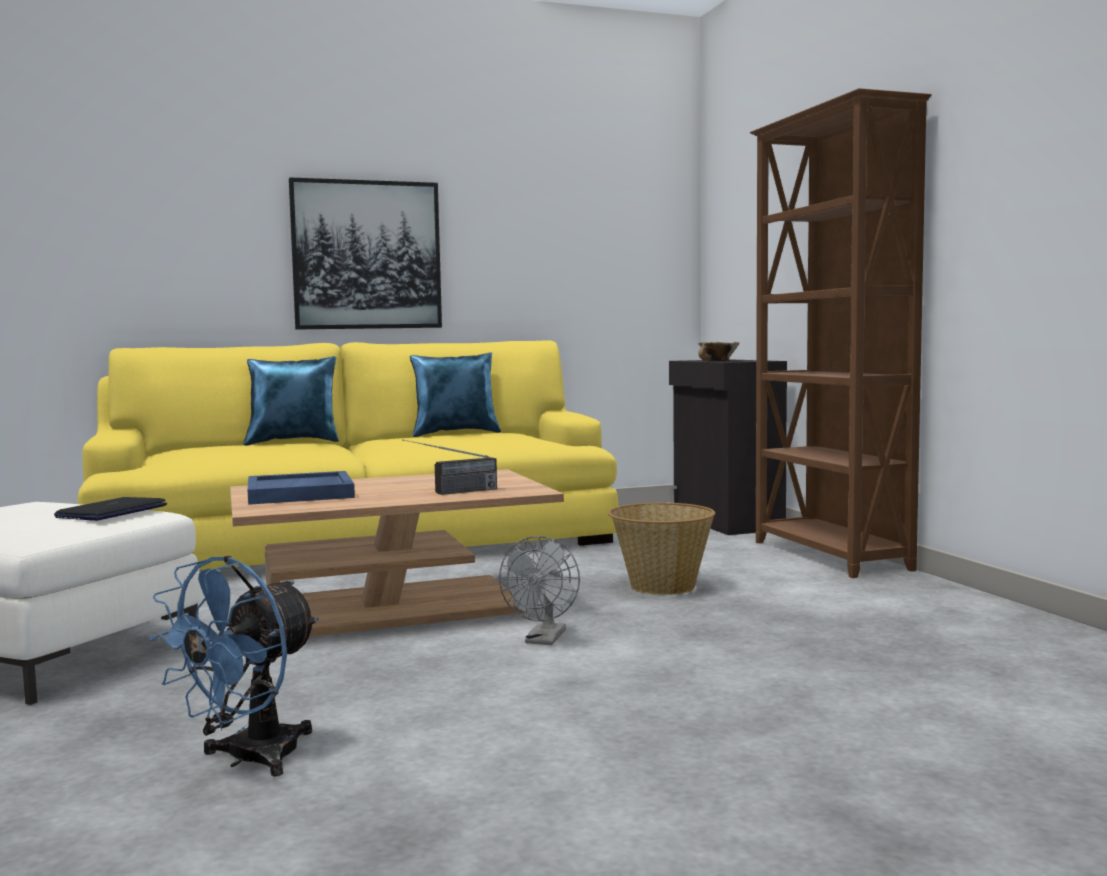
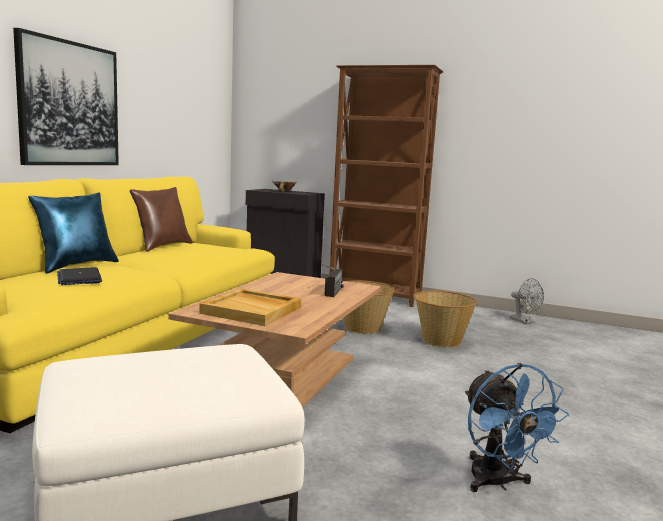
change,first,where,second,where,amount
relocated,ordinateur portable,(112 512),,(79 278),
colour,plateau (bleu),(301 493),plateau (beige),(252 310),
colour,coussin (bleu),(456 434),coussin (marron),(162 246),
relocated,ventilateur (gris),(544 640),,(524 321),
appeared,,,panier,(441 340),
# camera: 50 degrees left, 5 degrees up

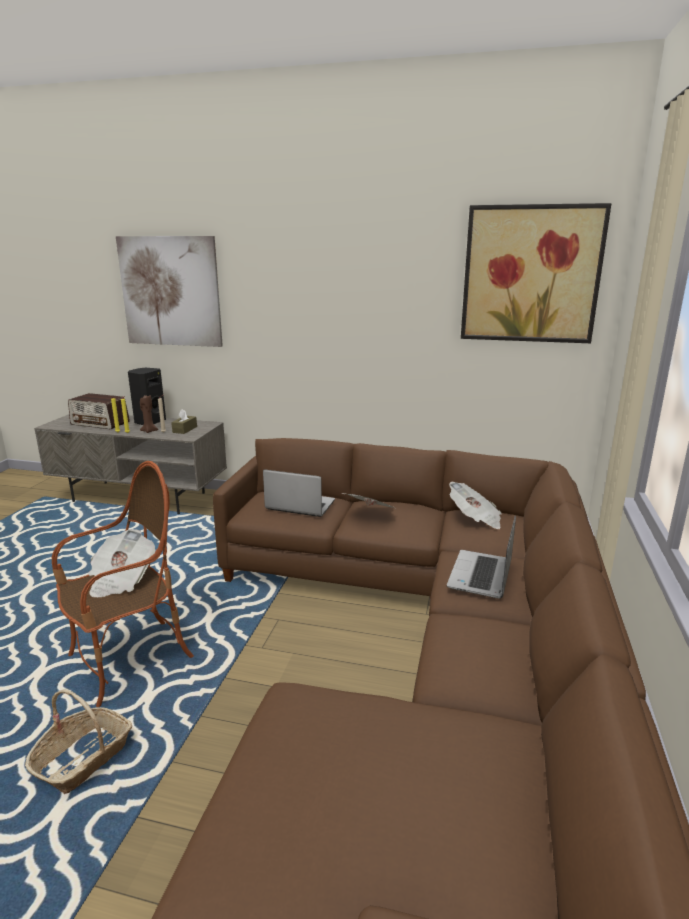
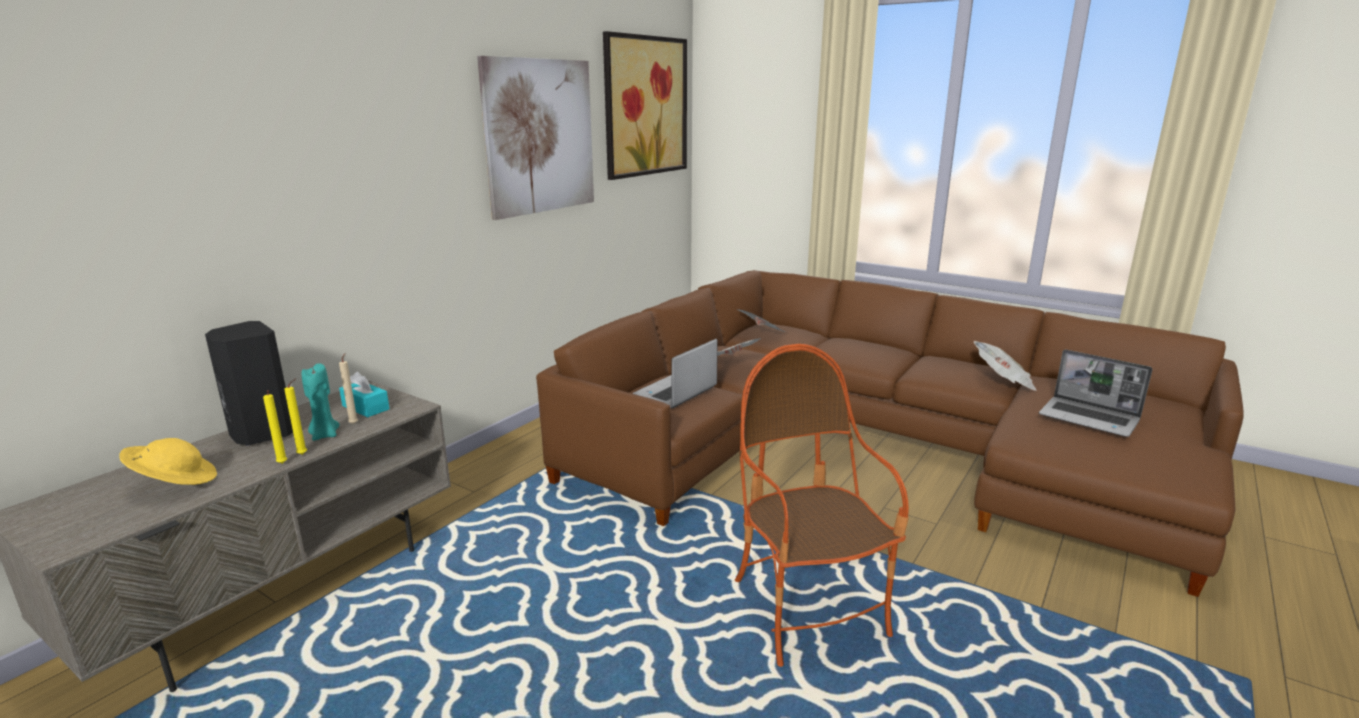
change,first,where,second,where,amount
missing,panier,(83 758),,,
exchanged,radio,(100 423),chapeau (jaune),(175 482),
relocated,journal,(121 579),,(1003 381),
relocated,tableau,(170 291),,(540 136),
colour,bougie (marron),(149 431),bougie (turquoise),(324 435),
colour,boîte à mouchoirs (marron),(185 429),boîte à mouchoirs (turquoise),(365 407),
relocated,ordinateur portable,(481 576),,(1090 418),
# camera: 70 degrees left, 0 degrees up

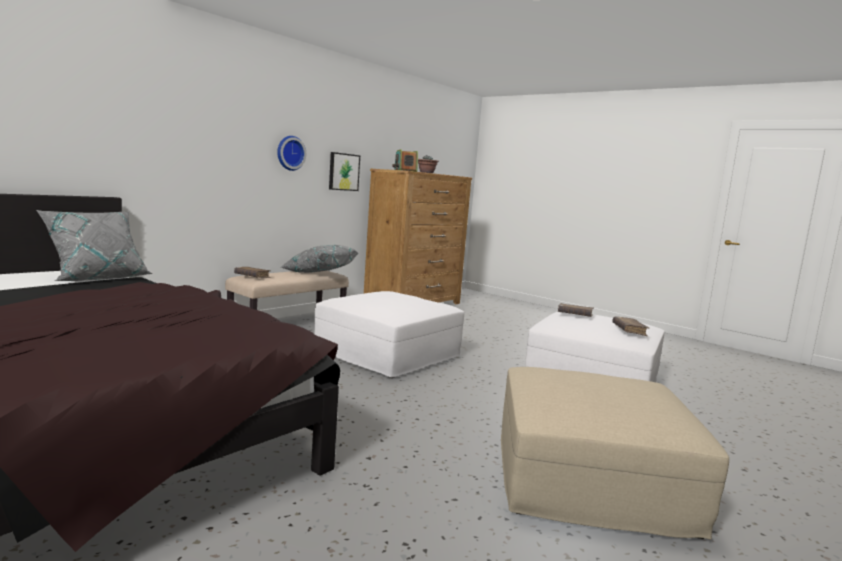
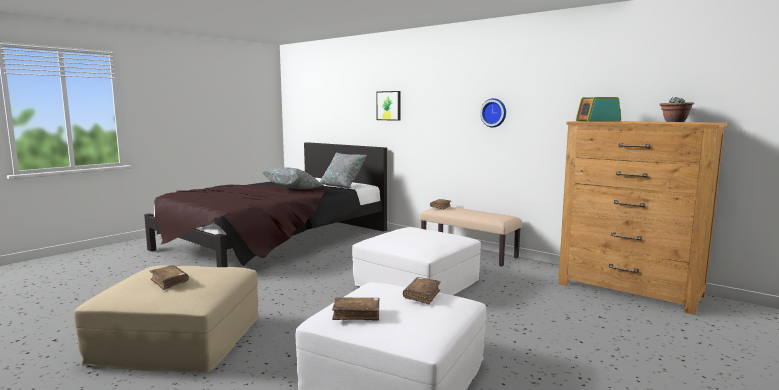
change,first,where,second,where,amount
relocated,coussin (gris),(319 272),,(294 189),
relocated,tableau,(343 172),,(389 105),
appeared,,,livre (marron),(169 282),
# camera: 90 degrees right, 0 degrees up

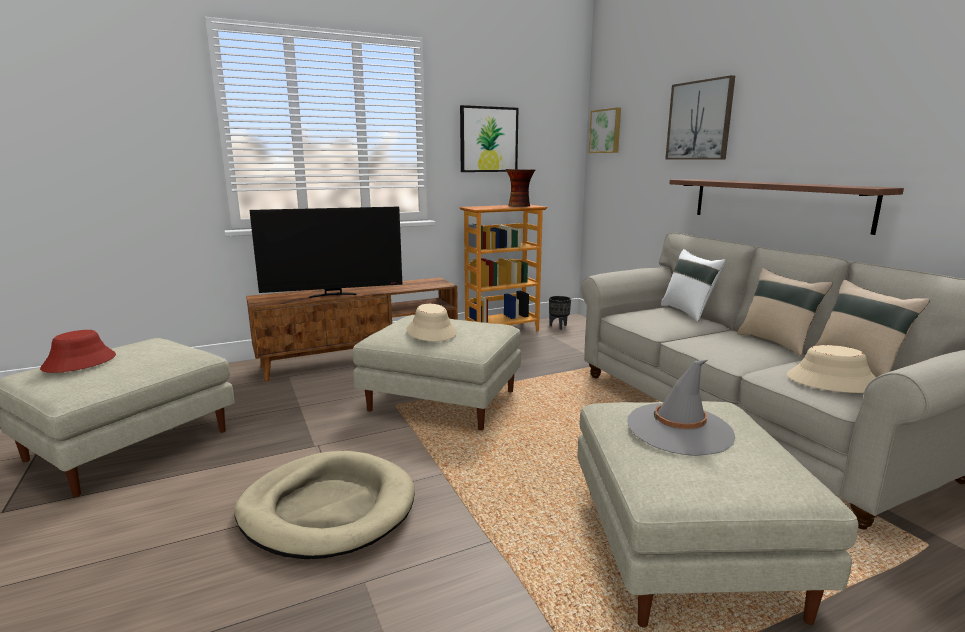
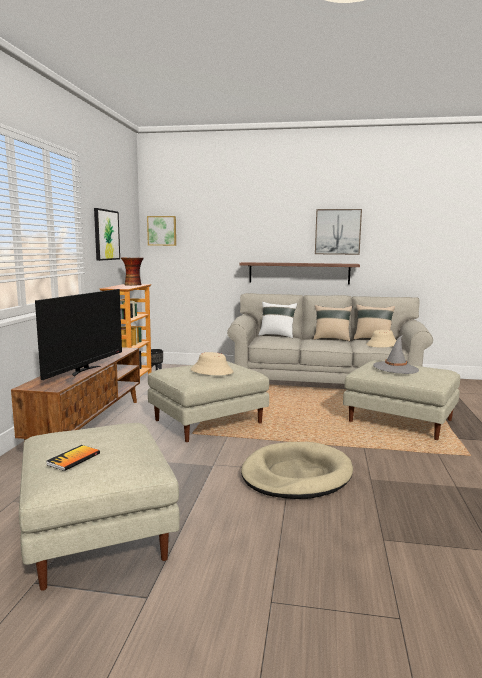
change,first,where,second,where,amount
exchanged,chapeau (rouge),(79 362),livre,(73 459),
relocated,tableau,(699 120),,(337 232),
# camera: 55 degrees left, 5 degrees down

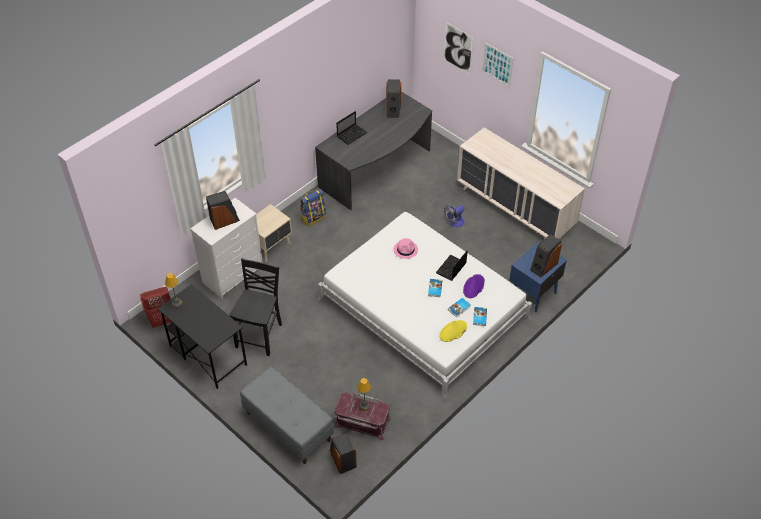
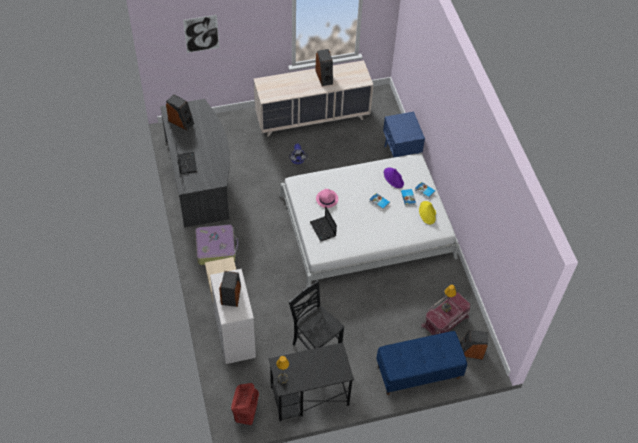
change,first,where,second,where,amount
colour,banc (gris),(288 426),banc (bleu),(418 372),
exchanged,sac à dos,(313 217),valise,(216 248),
relocated,ordinateur portable,(451 269),,(323 229),
missing,tableau,(497 64),,,
relocated,enceinte,(543 266),,(324 77),
# camera: 60 degrees left, 5 degrees up

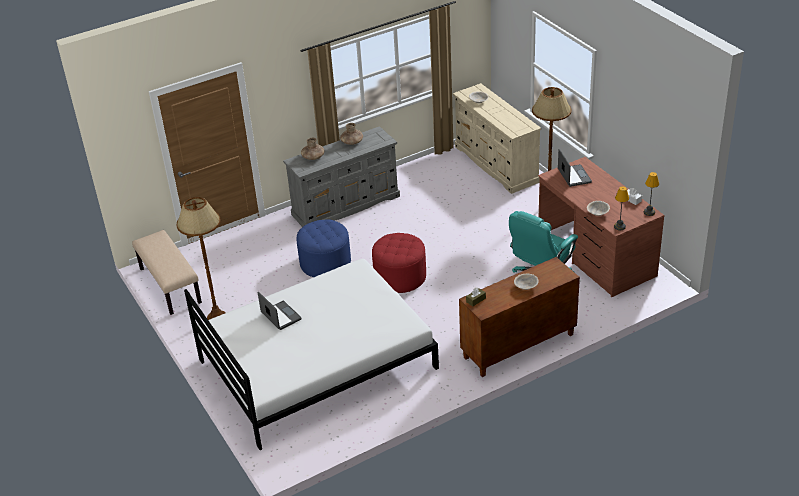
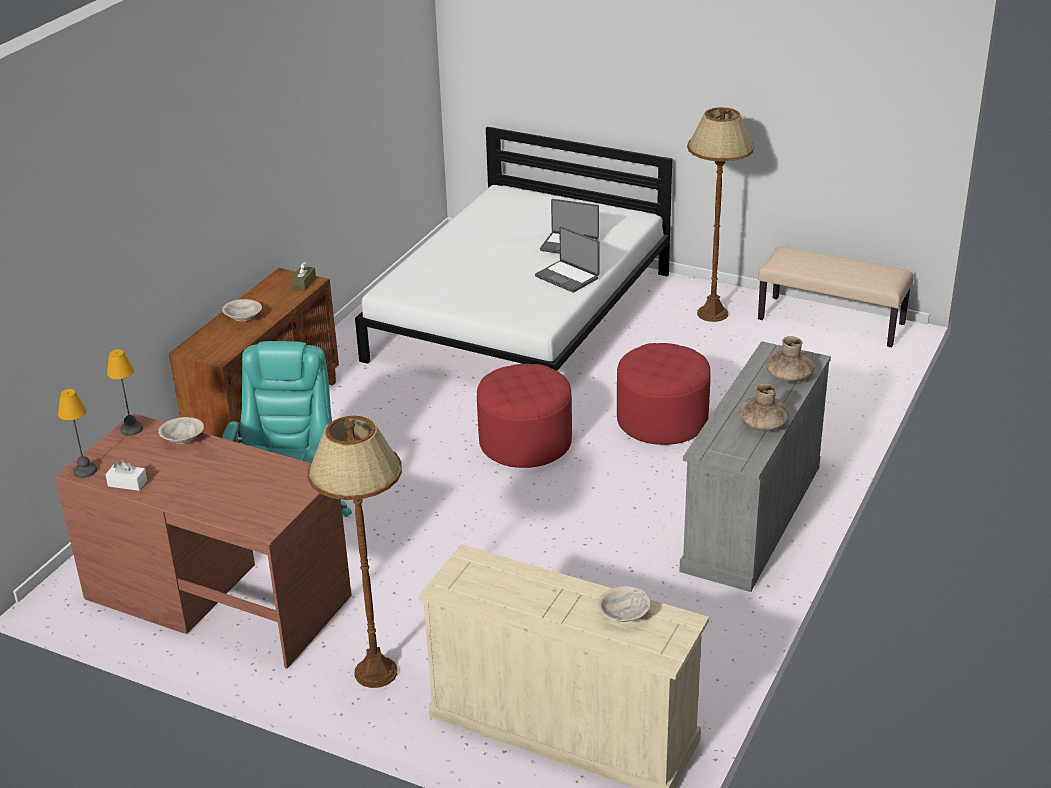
change,first,where,second,where,amount
colour,pouf (bleu),(325 263),pouf (rouge),(662 420),
relocated,ordinateur portable,(573 176),,(568 277),
# camera: 145 degrees right, 5 degrees down

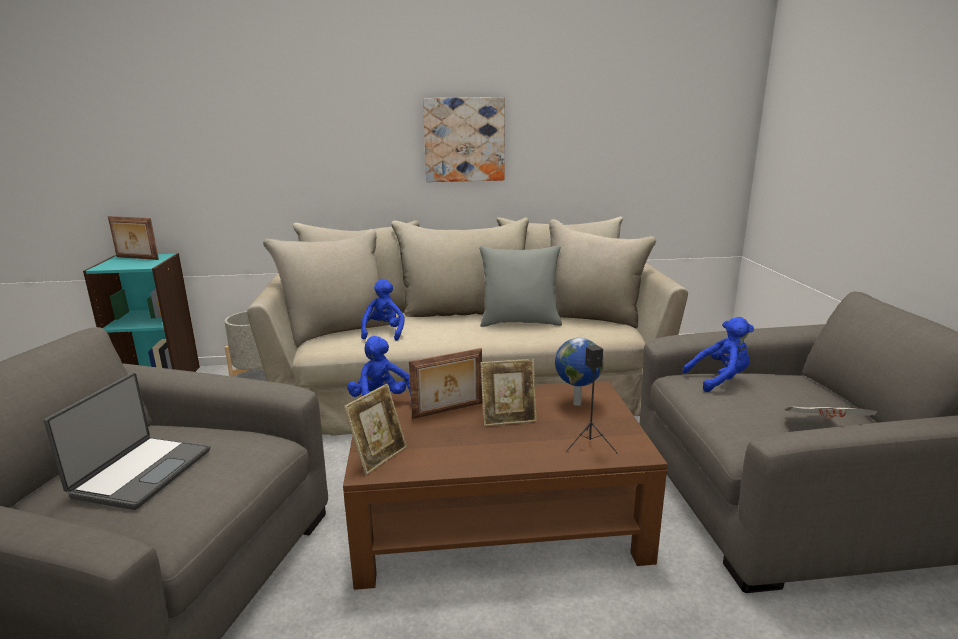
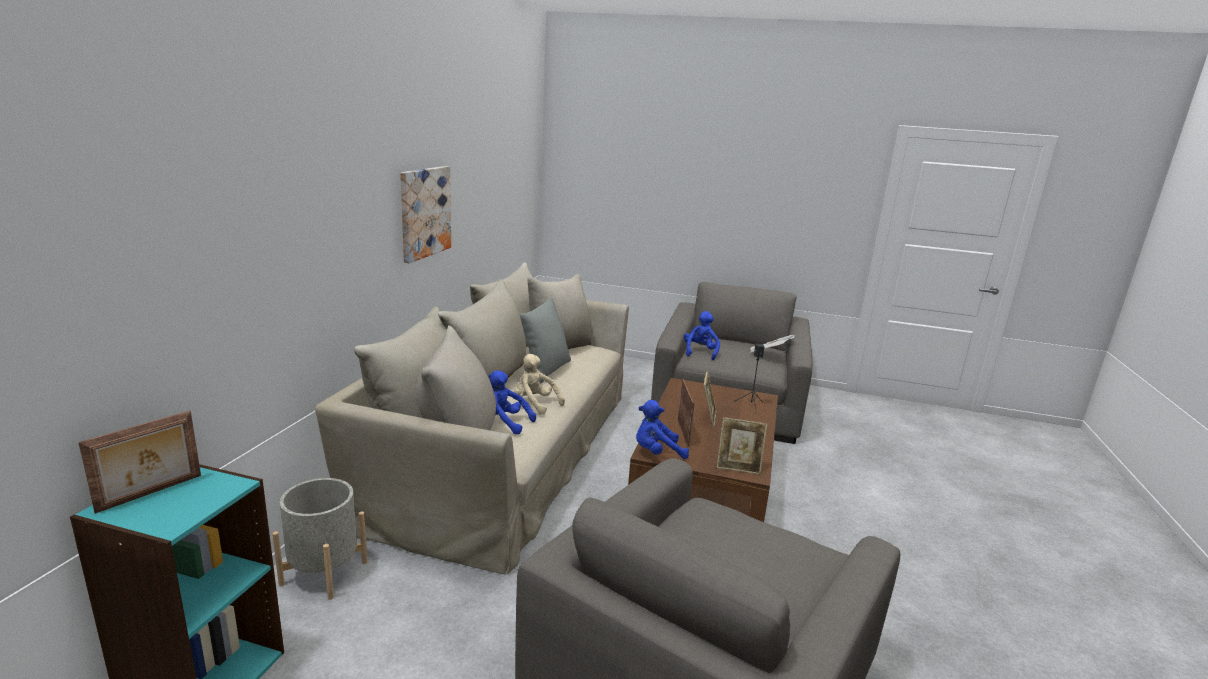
change,first,where,second,where,amount
missing,ordinateur portable,(141 472),,,
spun,cadre photo,(379 457),,(738 467),135 degrees clockwise
missing,globe,(576 403),,,
appeared,,,peluche (beige),(535 404),
# camera: 70 degrees left, 0 degrees up

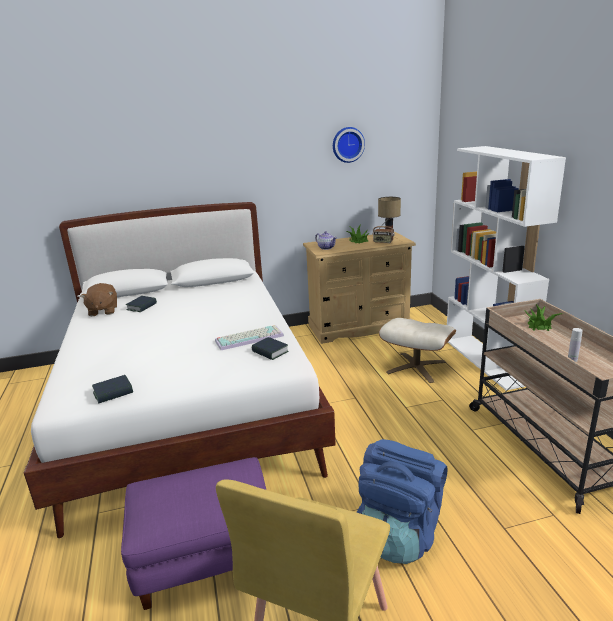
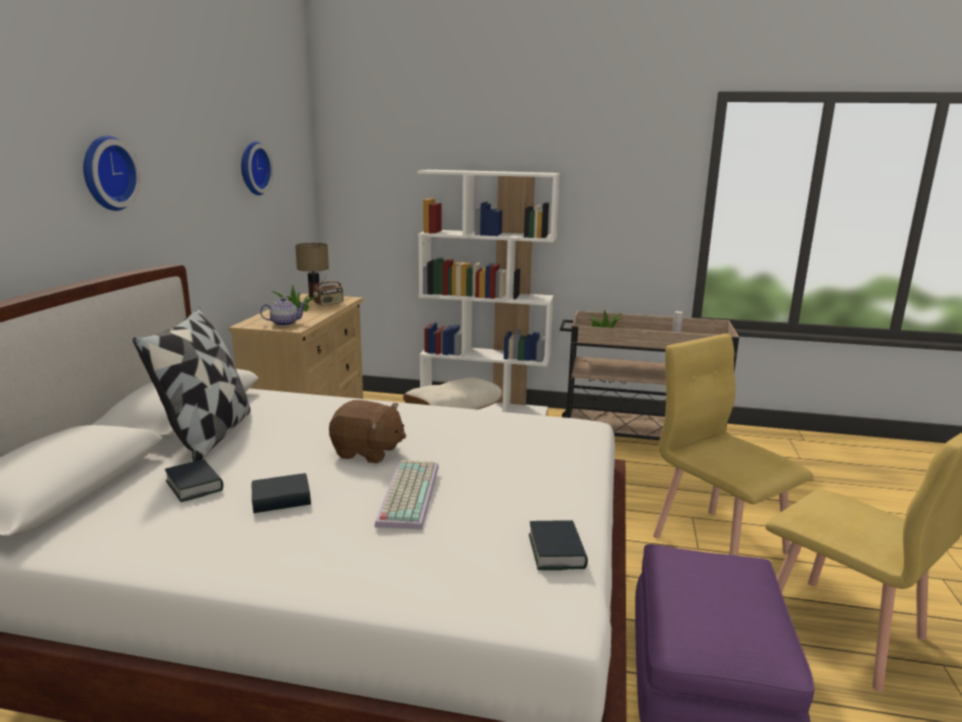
change,first,where,second,where,amount
relocated,peluche (marron),(103 311),,(367 452),
relocated,clavier,(250 338),,(407 493),
relocated,livre,(270 352),,(281 499),
exchanged,sac à dos (bleu),(399 533),chaise (jaune),(719 543),
appeared,,,horloge murale,(106 173),
appeared,,,coussin,(208 436),
# camera: 65 degrees left, 5 degrees down

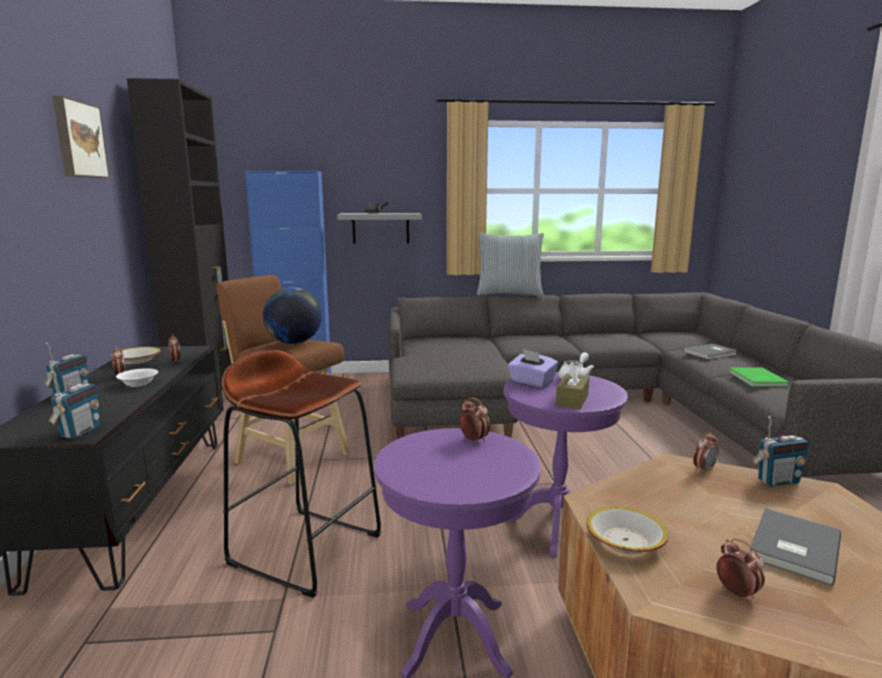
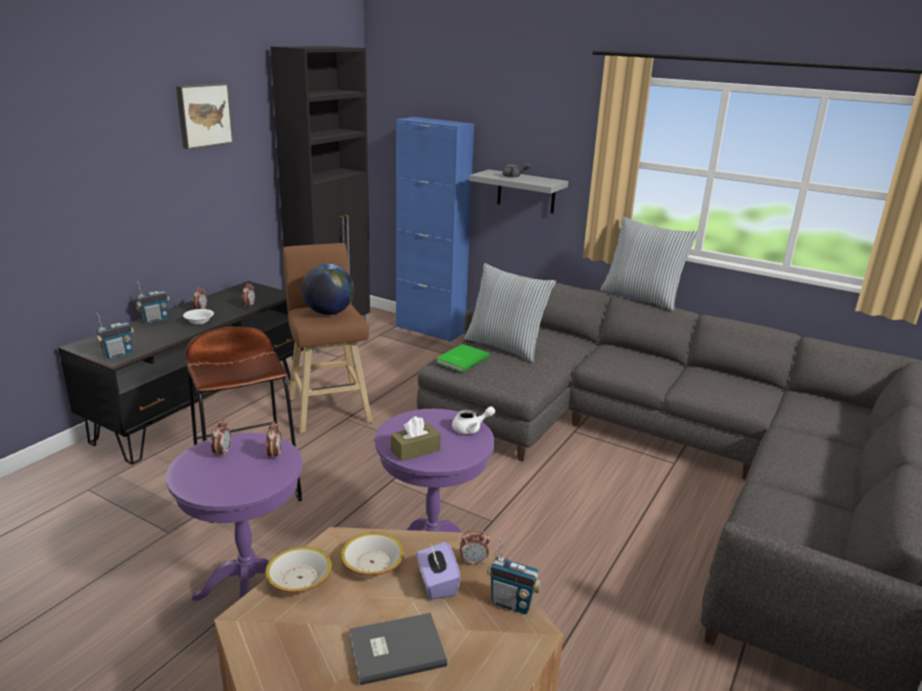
change,first,where,second,where,amount
relocated,bol,(136 361),,(372 562),
relocated,boîte à mouchoirs (violet),(531 382),,(437 583),
missing,livre (gris),(711 353),,,
relocated,réveil,(736 593),,(222 453),
relocated,livre (vert),(756 379),,(461 359),
appeared,,,coussin,(505 346),
# camera: 35 degrees right, 10 degrees up

